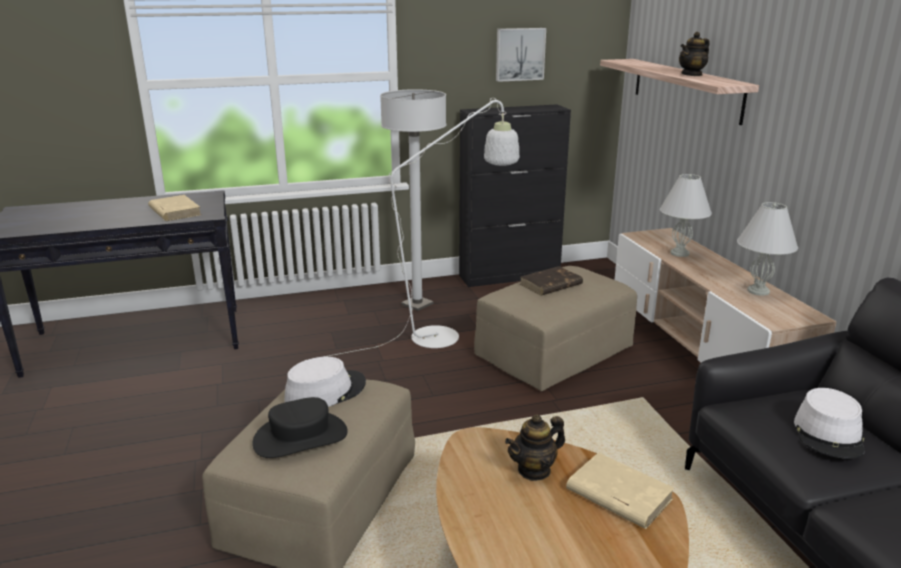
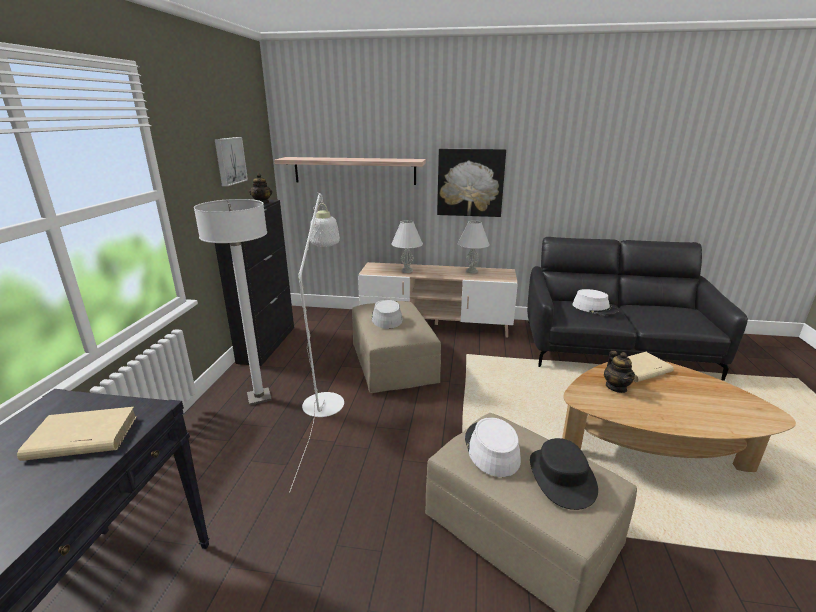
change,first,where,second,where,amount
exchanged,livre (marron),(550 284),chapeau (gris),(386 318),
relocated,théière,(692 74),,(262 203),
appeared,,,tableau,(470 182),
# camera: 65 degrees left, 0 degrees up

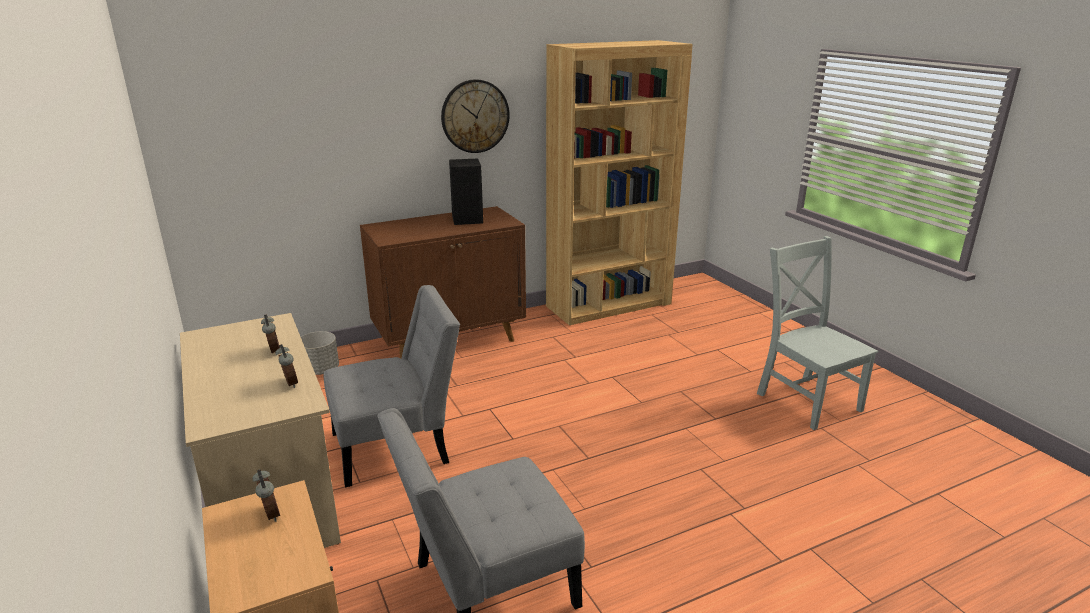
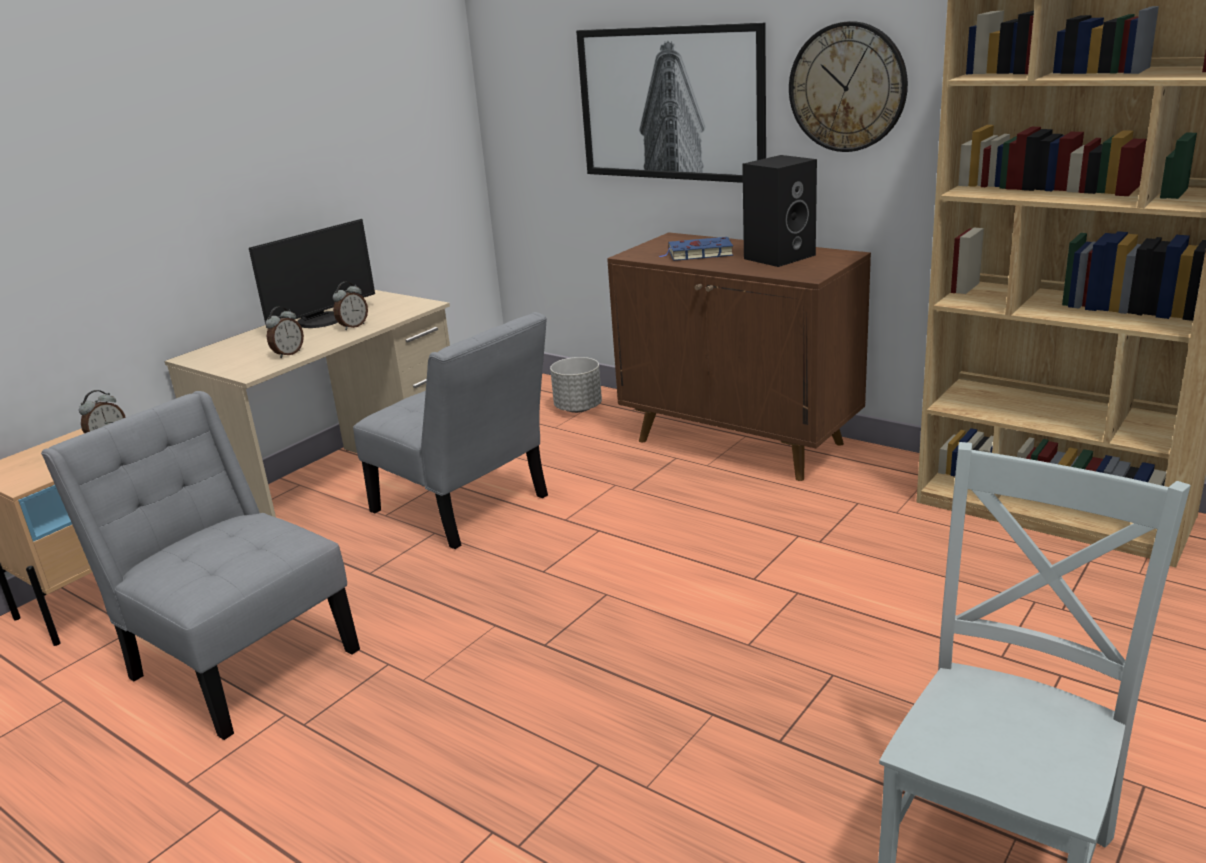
change,first,where,second,where,amount
appeared,,,écran d'ordinateur,(322 321),
appeared,,,tableau,(671 103),
appeared,,,livre (bleu),(698 254),
# camera: 65 degrees right, 0 degrees up

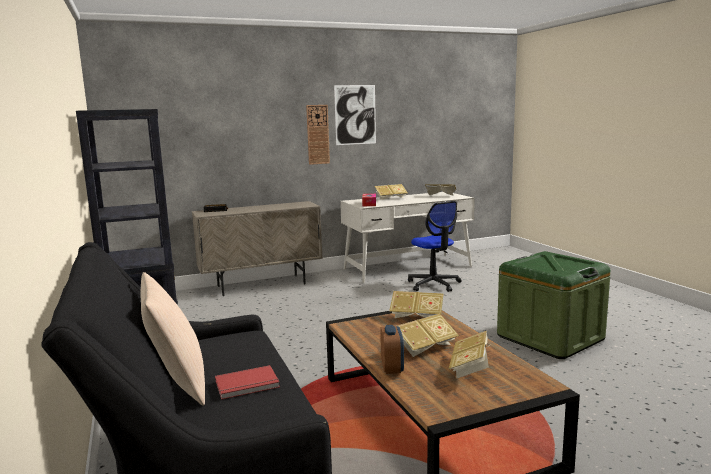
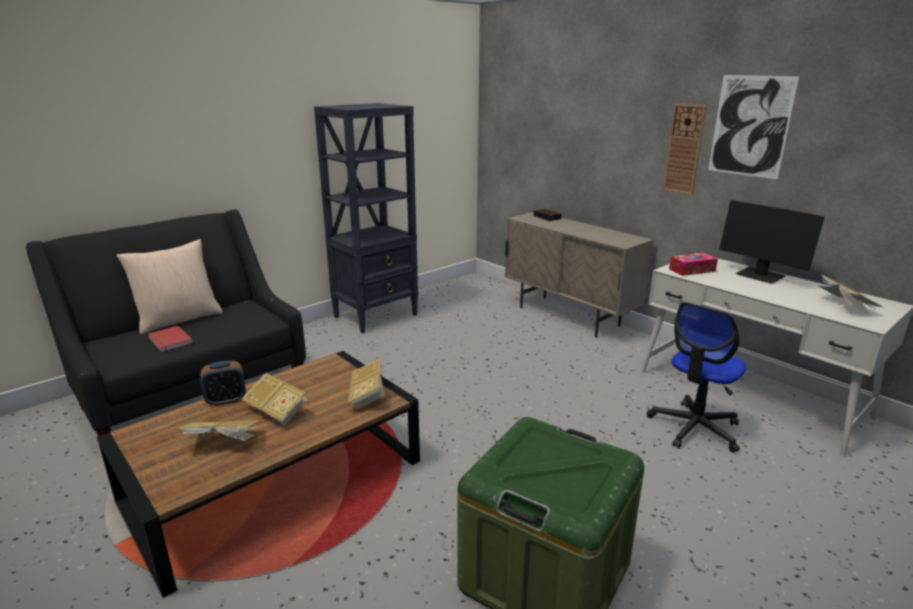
change,first,where,second,where,amount
exchanged,livre,(390 198),écran d'ordinateur,(760 276),
# camera: 70 degrees right, 10 degrees up

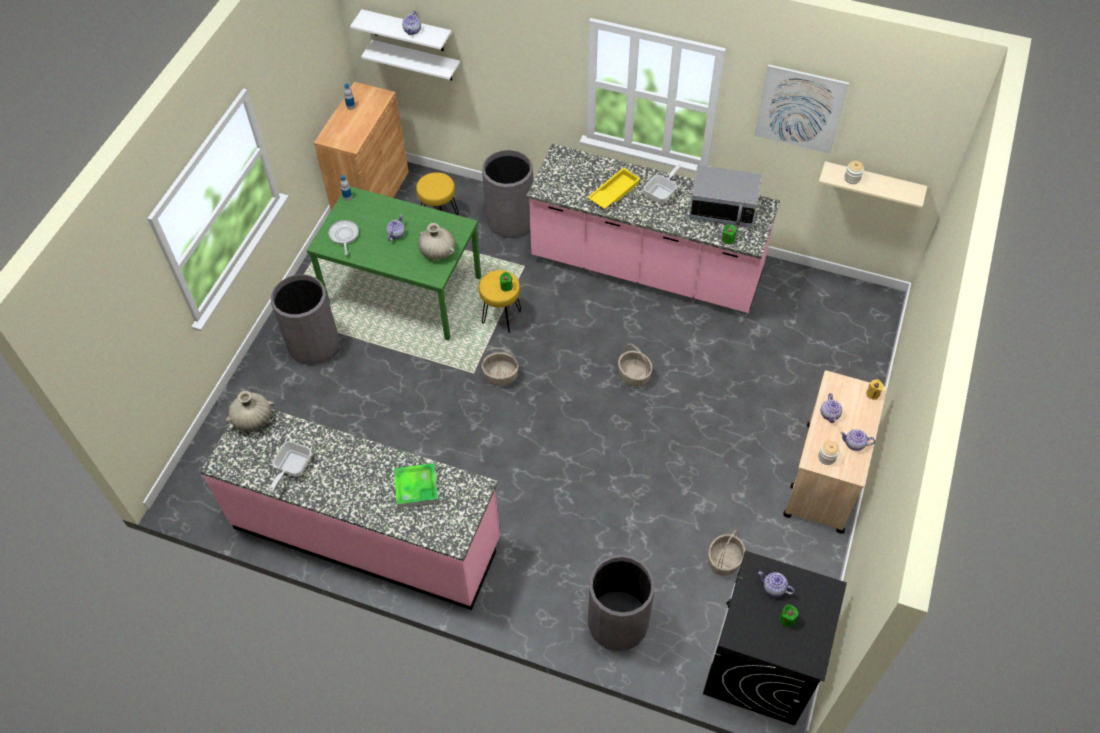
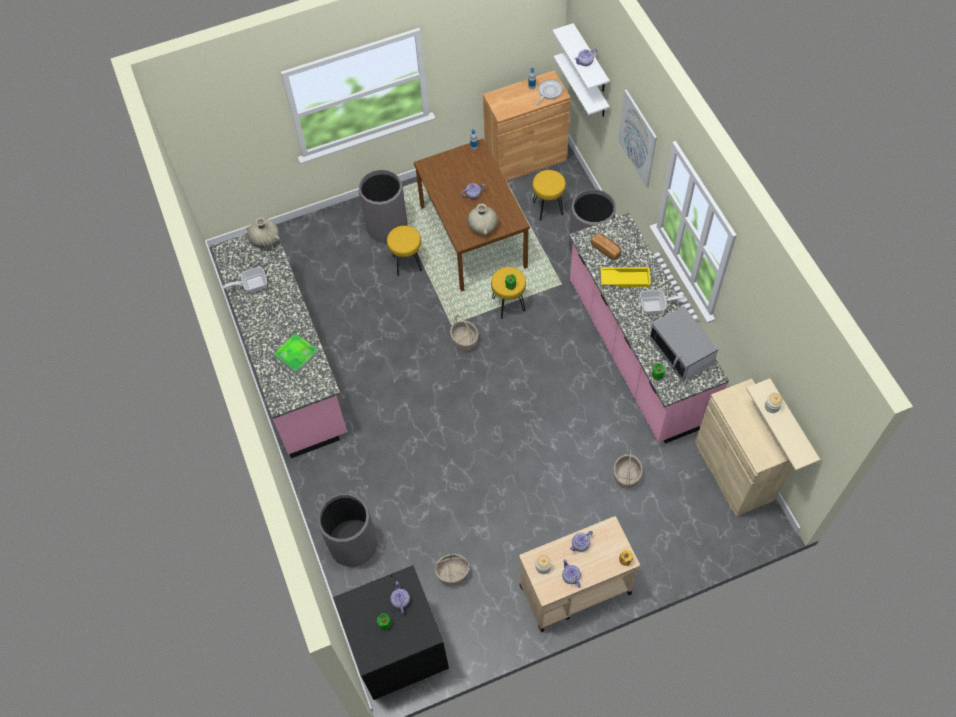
change,first,where,second,where,amount
colour,table à manger (vert),(402 291),table à manger (marron),(472 236),
relocated,poêle,(344 236),,(549 92),
relocated,panier,(634 375),,(626 476),
relocated,tableau,(800 109),,(637 139),
appeared,,,tabouret (jaune),(407 263),
appeared,,,pain,(606 249),
appeared,,,meuble de rangement (beige),(734 471),
# camera: 50 degrees right, 5 degrees up

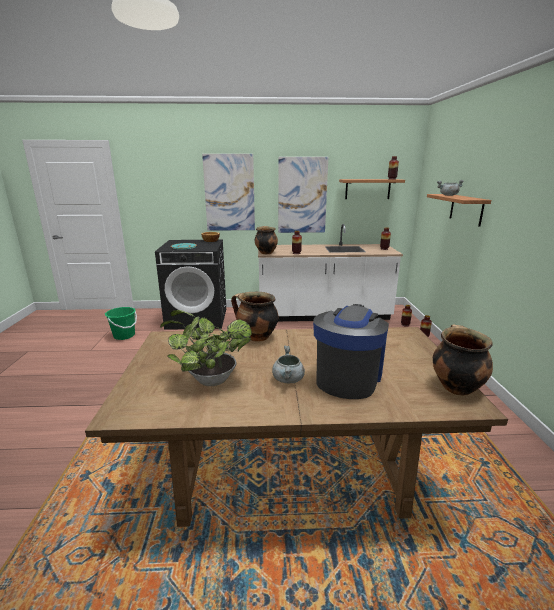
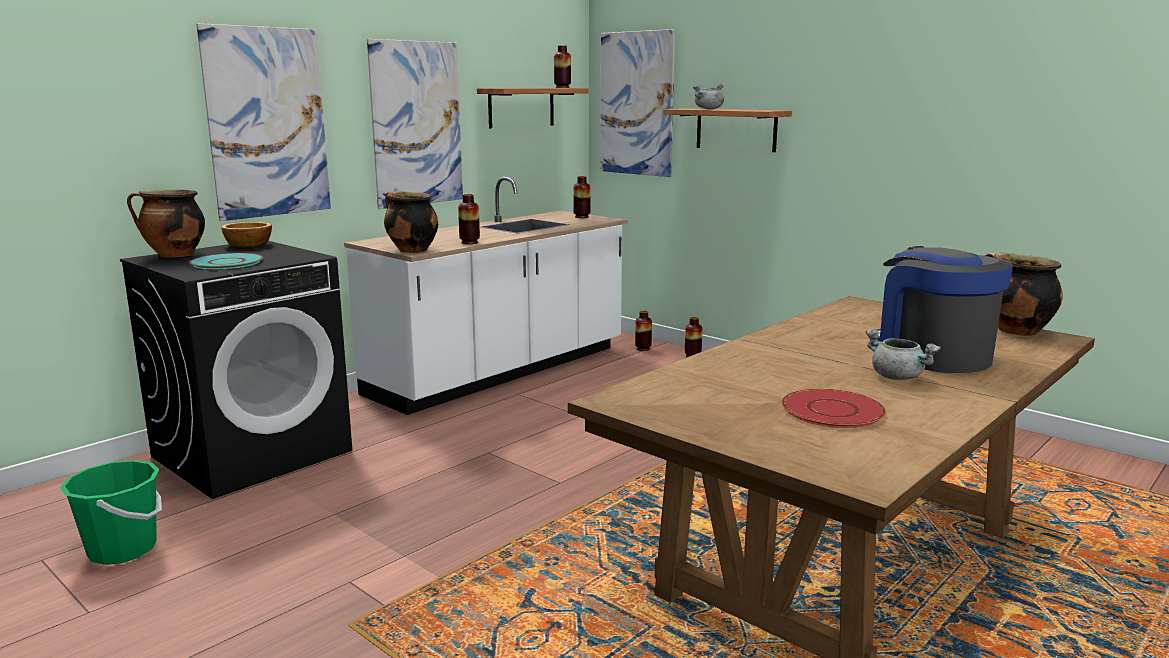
change,first,where,second,where,amount
exchanged,plante en pot,(209 379),assiette (rouge),(833 410),
relocated,marmite,(256 337),,(174 255),
appeared,,,tableau,(636 104),
# camera: 45 degrees left, 5 degrees down

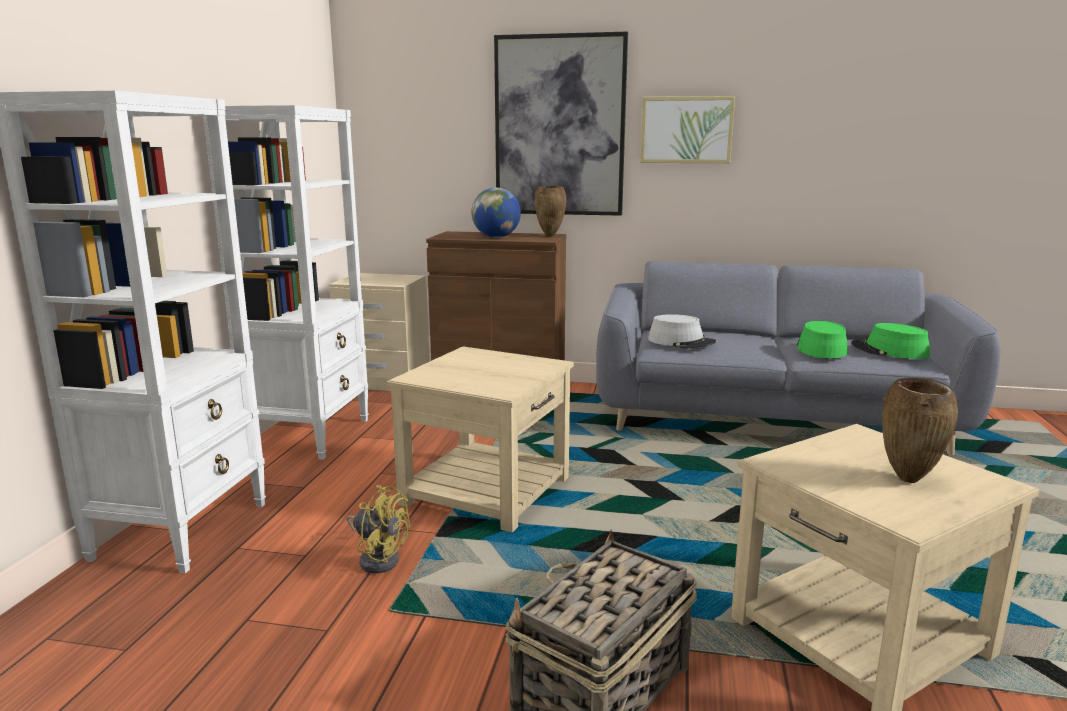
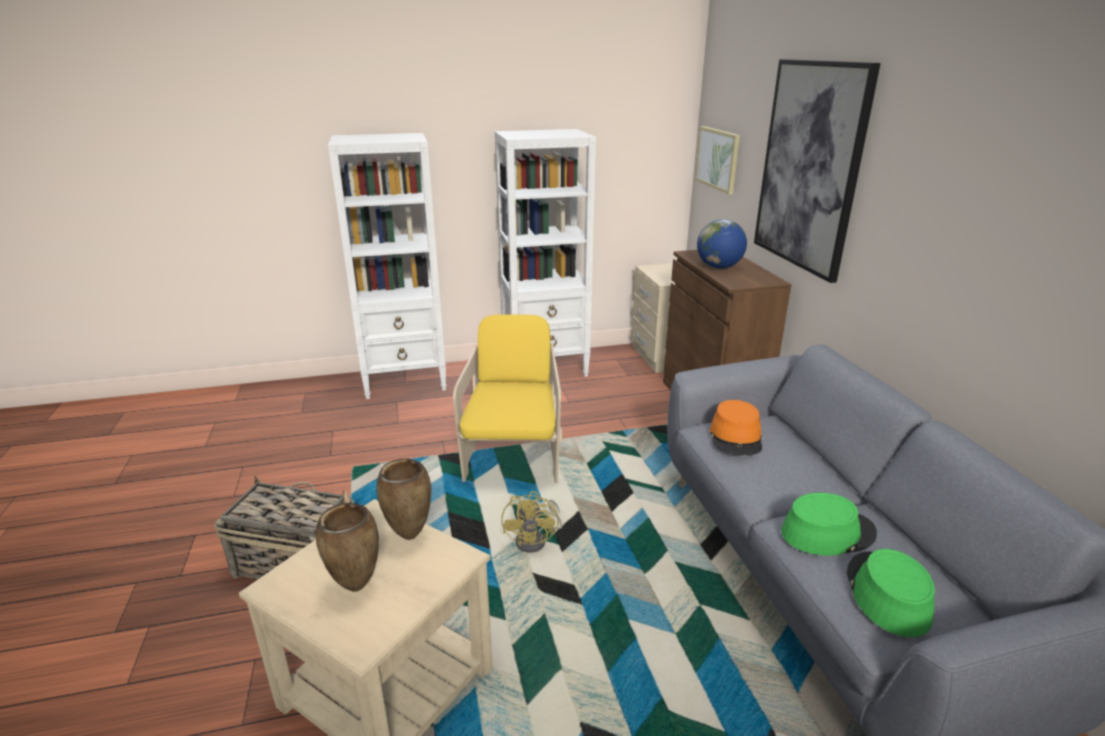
change,first,where,second,where,amount
relocated,ventilateur (jaune),(378 558),,(536 540),
exchanged,table d'appoint (beige),(486 491),fauteuil (jaune),(513 455),
relocated,vase (marron),(550 235),,(409 536),
relocated,tableau,(686 130),,(718 159),
colour,chapeau (gris),(681 341),chapeau (orange),(736 437),
# camera: 65 degrees right, 10 degrees up

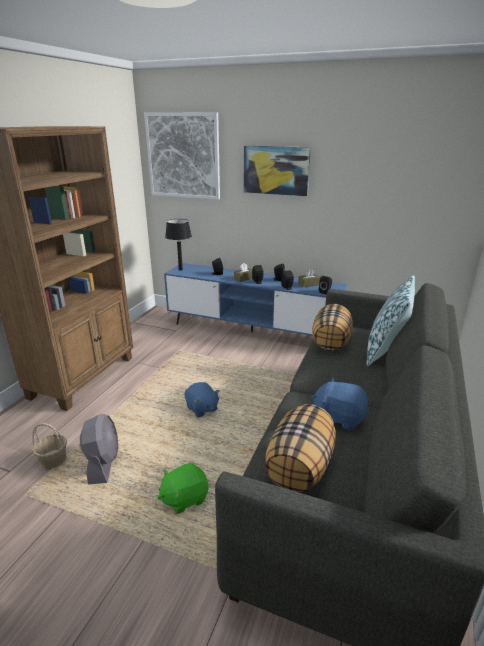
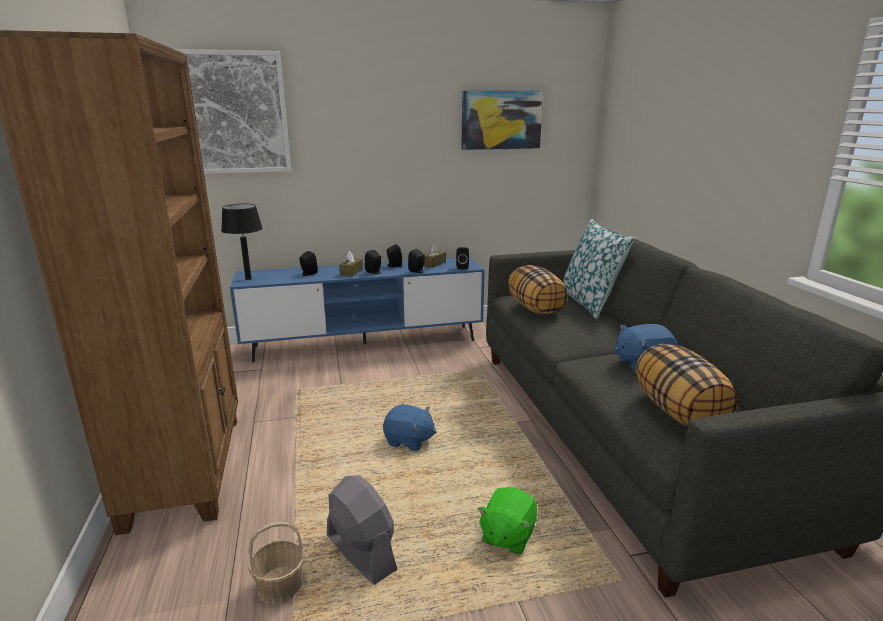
change,first,where,second,where,amount
relocated,tableau,(276 170),,(501 120),
# camera: 35 degrees left, 5 degrees down

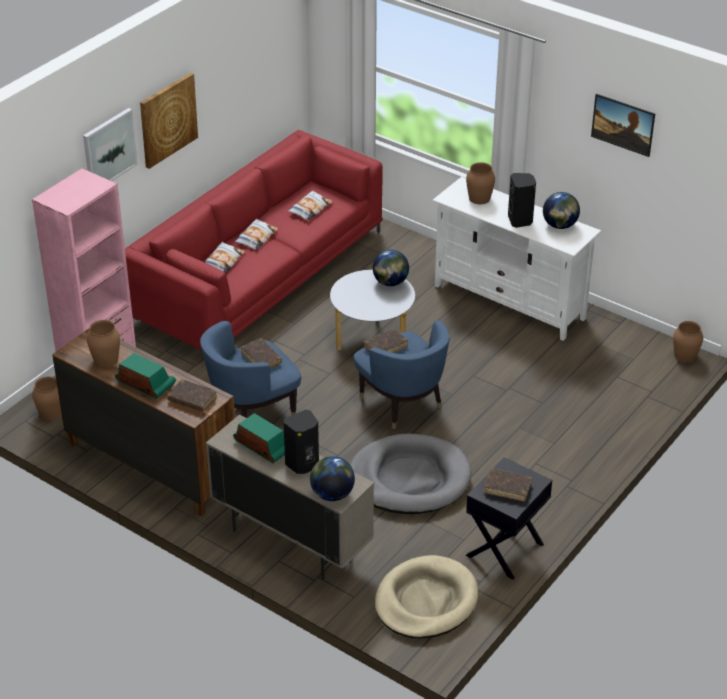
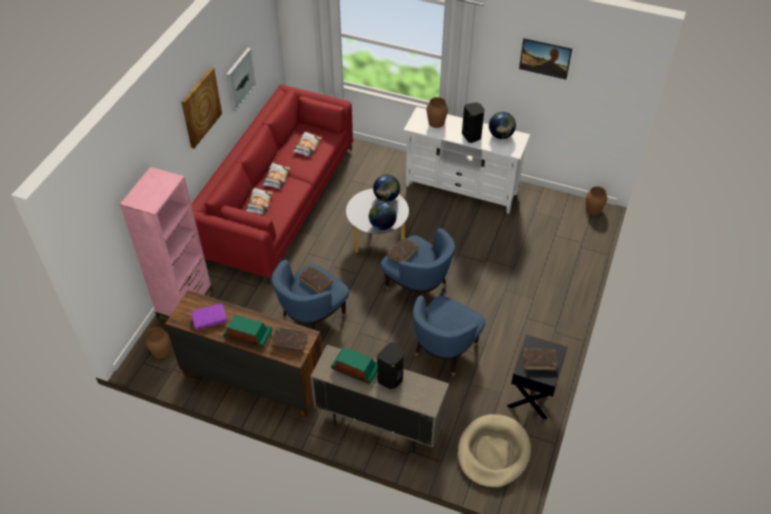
change,first,where,second,where,amount
relocated,tableau,(109 149),,(240 79),
exchanged,vase (marron),(106 359),livre (violet),(209 319),
relocated,globe,(332 494),,(382 225),
exchanged,panier pour chien (gris),(409 479),fauteuil (bleu),(444 351),
# camera: 15 degrees left, 10 degrees up

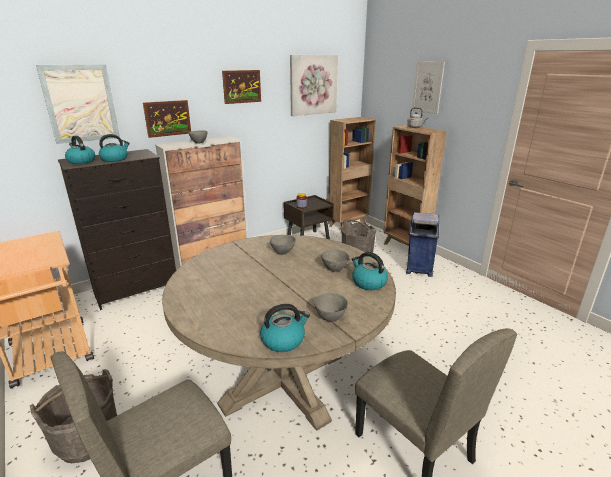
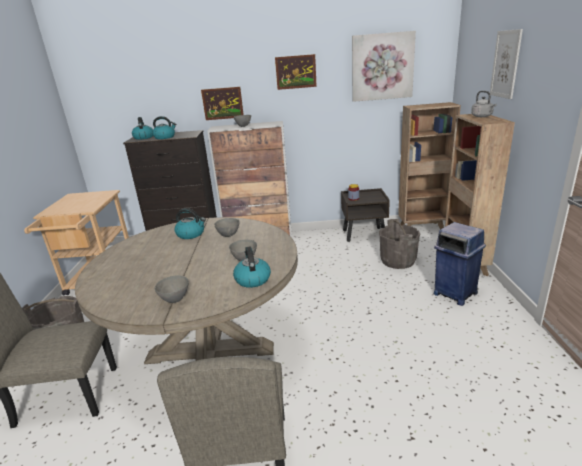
change,first,where,second,where,amount
missing,tableau,(80 104),,,
relocated,bouilloire,(283 340),,(191 234),
# camera: 35 degrees right, 0 degrees up

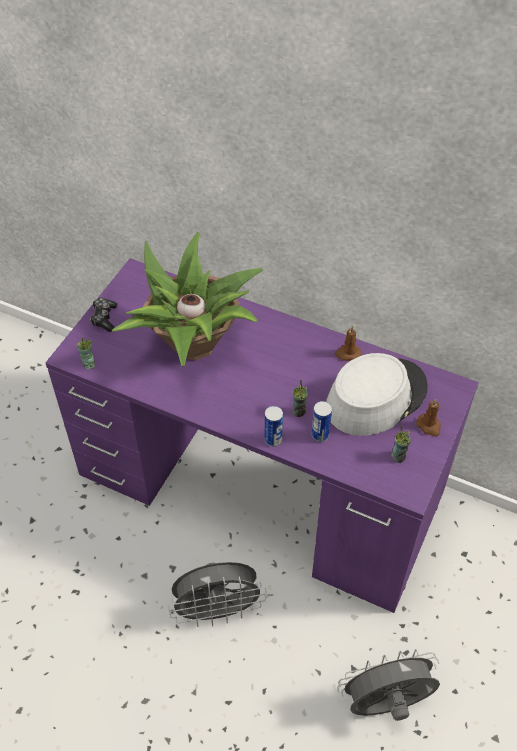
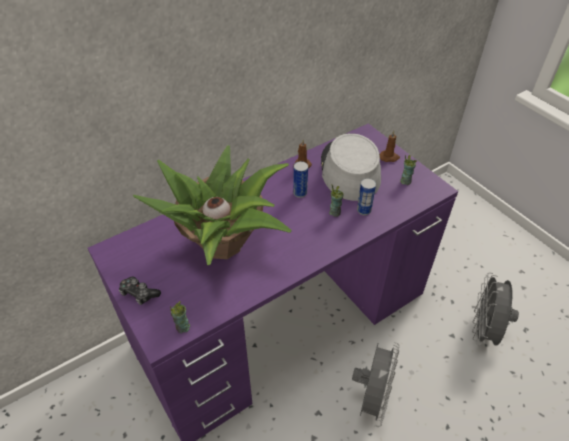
change,first,where,second,where,amount
relocated,boîte métallique,(273 440),,(300 193),
# camera: 60 degrees left, 5 degrees down

